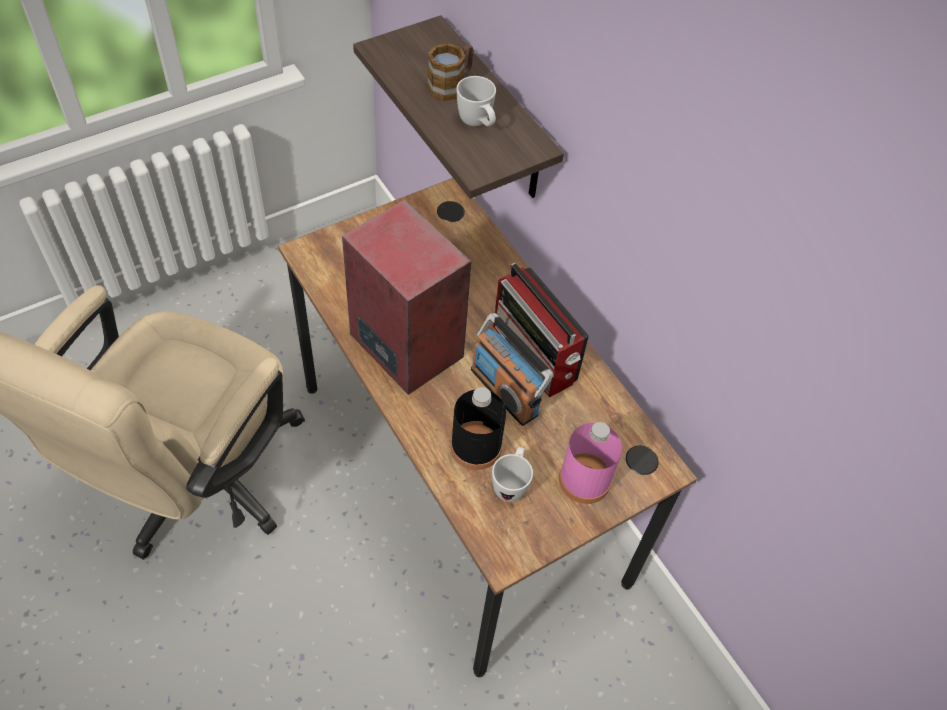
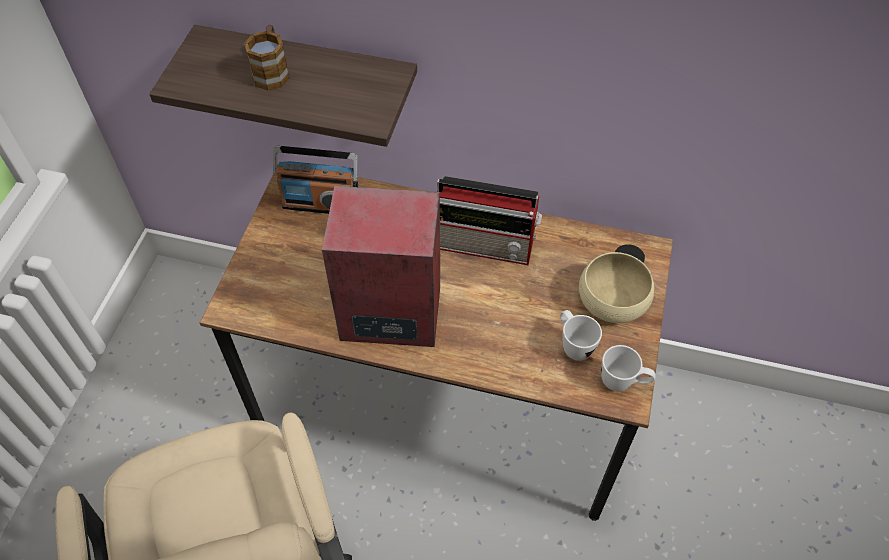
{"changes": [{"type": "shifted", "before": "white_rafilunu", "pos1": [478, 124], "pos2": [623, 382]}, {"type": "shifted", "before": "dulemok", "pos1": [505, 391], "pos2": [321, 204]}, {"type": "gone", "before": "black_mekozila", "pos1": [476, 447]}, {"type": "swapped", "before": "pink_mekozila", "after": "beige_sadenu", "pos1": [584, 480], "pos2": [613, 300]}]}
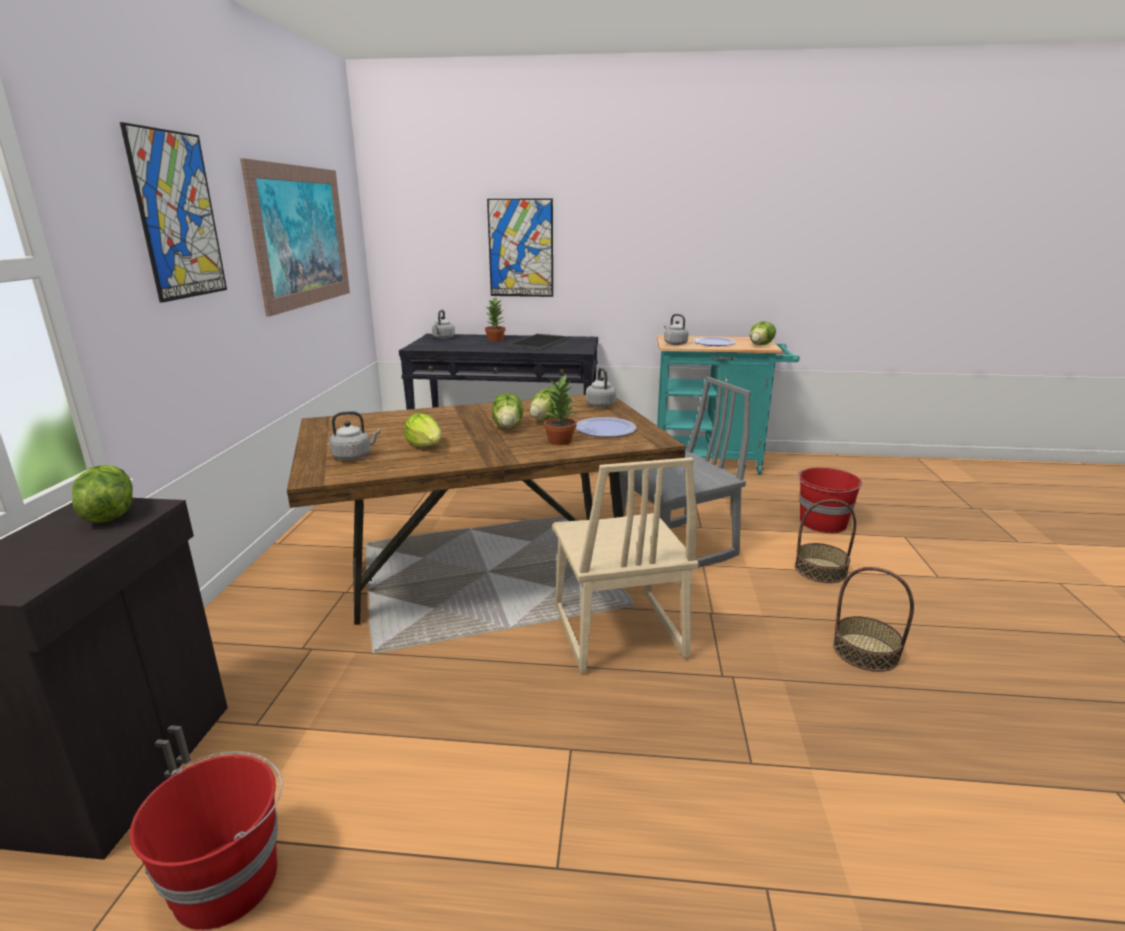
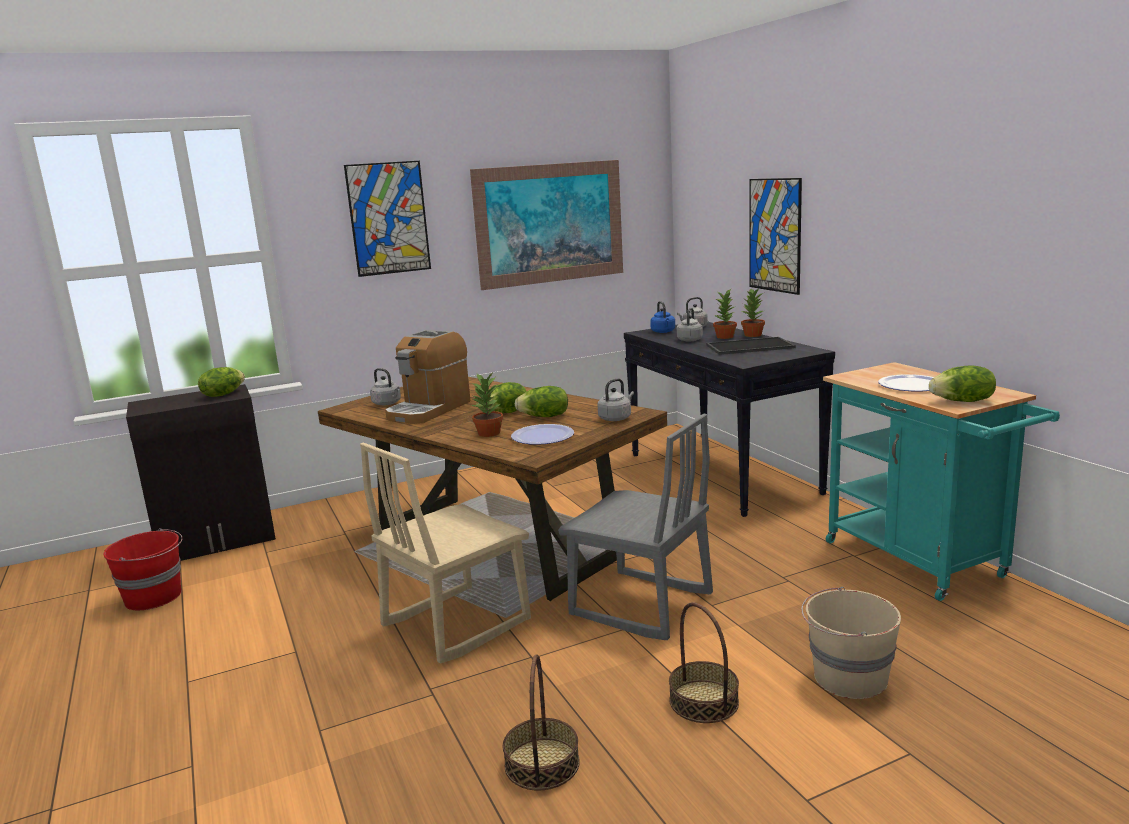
{"changes": [{"type": "shifted", "before": "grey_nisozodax", "pos1": [674, 343], "pos2": [690, 339]}, {"type": "swapped", "before": "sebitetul", "after": "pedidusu", "pos1": [426, 446], "pos2": [429, 409]}, {"type": "repainted", "before": "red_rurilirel", "after": "beige_rurilirel", "pos1": [823, 523], "pos2": [848, 678]}, {"type": "new", "after": "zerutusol", "pos2": [752, 335]}, {"type": "new", "after": "blue_nisozodax", "pos2": [663, 332]}]}
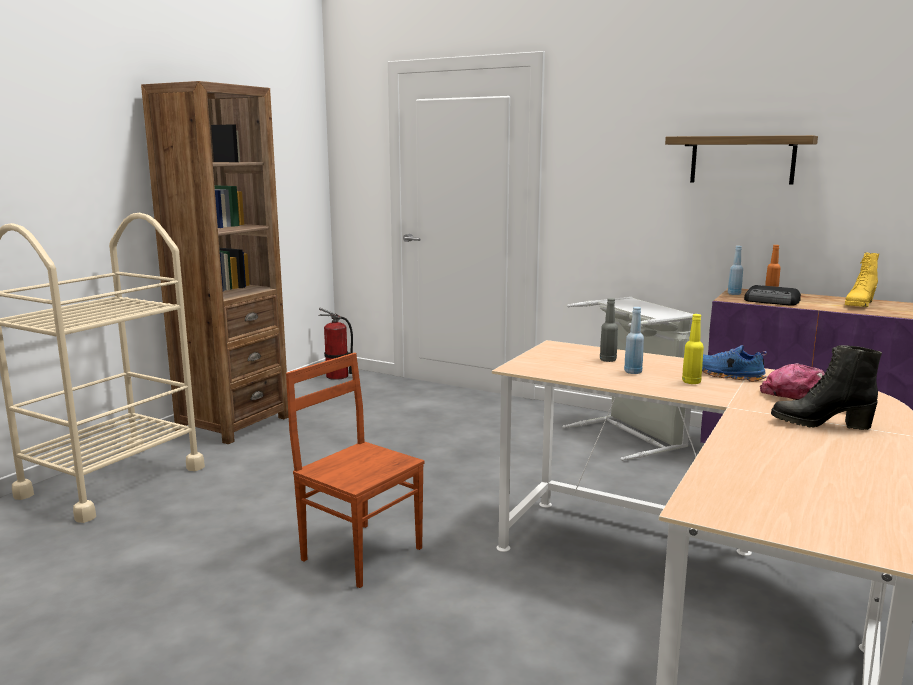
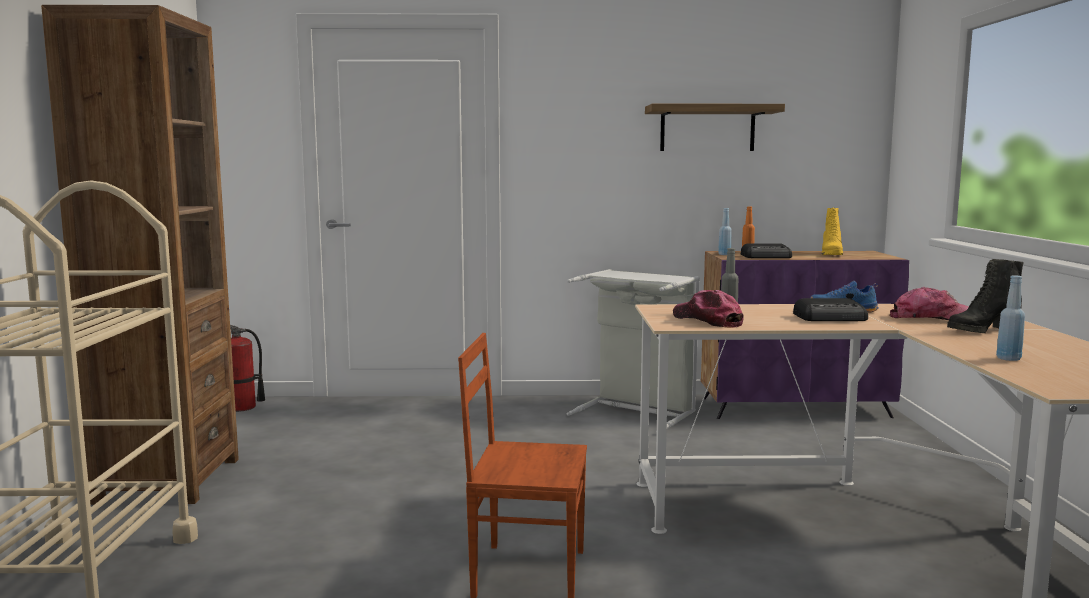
{"changes": [{"type": "shifted", "before": "blue_mekozila", "pos1": [633, 372], "pos2": [1008, 359]}, {"type": "swapped", "before": "yellow_mekozila", "after": "dulemok", "pos1": [691, 382], "pos2": [831, 318]}, {"type": "new", "after": "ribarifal", "pos2": [707, 320]}]}
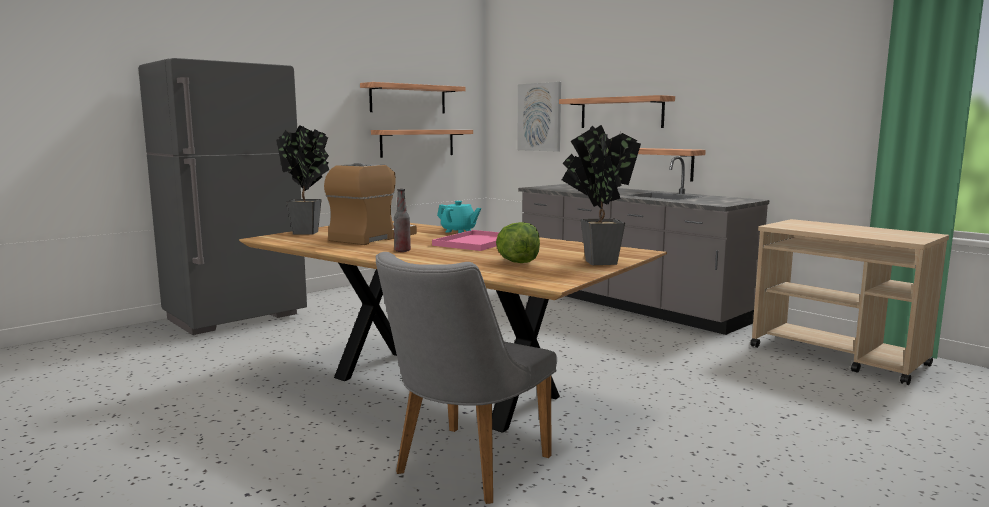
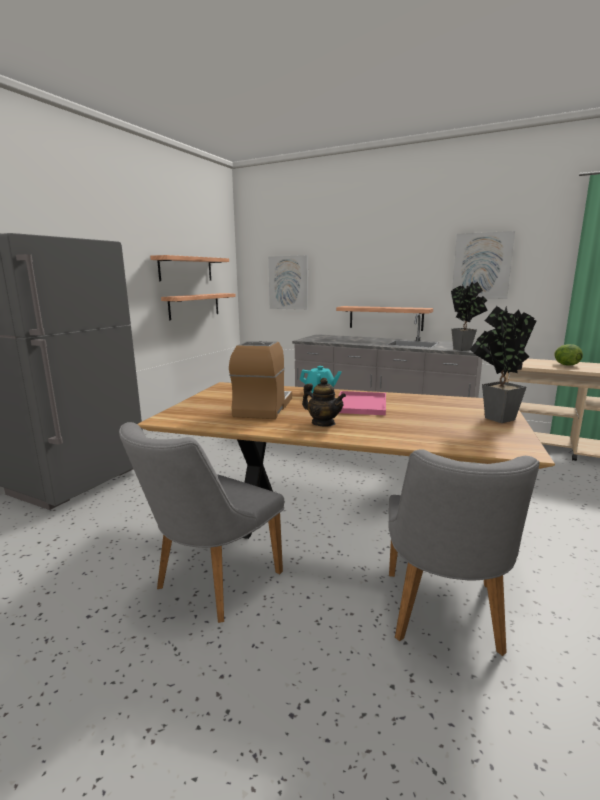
{"changes": [{"type": "gone", "before": "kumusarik", "pos1": [621, 113]}, {"type": "shifted", "before": "zerutusol", "pos1": [309, 233], "pos2": [465, 349]}, {"type": "swapped", "before": "mekozila", "after": "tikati", "pos1": [402, 251], "pos2": [323, 423]}, {"type": "shifted", "before": "sebitetul", "pos1": [518, 262], "pos2": [565, 365]}, {"type": "new", "after": "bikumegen", "pos2": [482, 266]}, {"type": "new", "after": "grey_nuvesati", "pos2": [210, 585]}]}
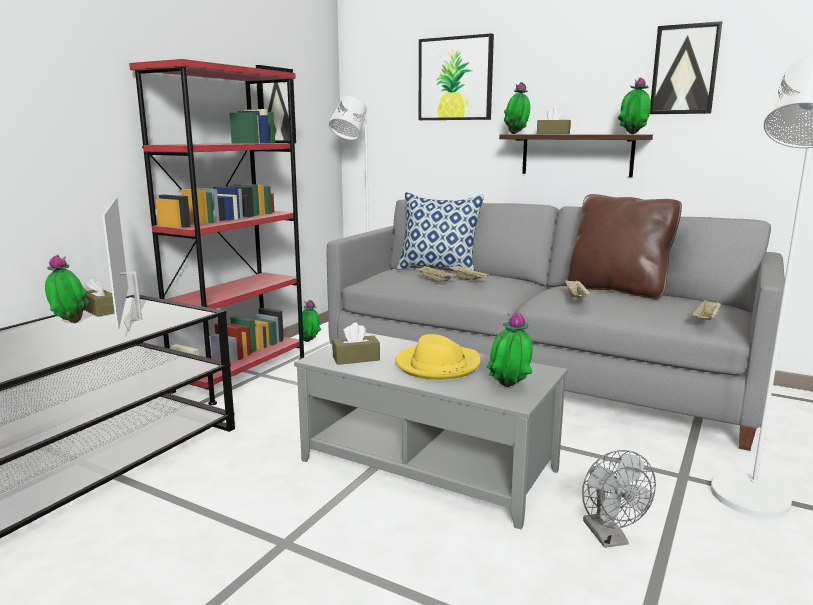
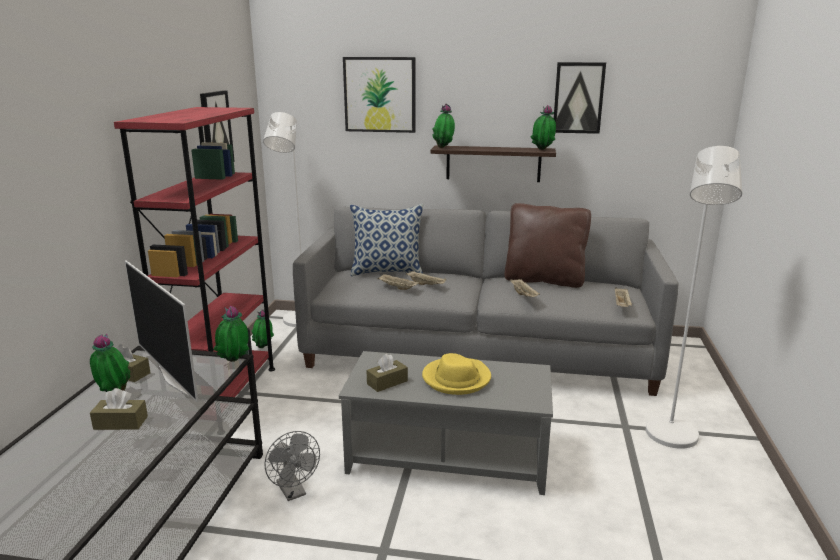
{"changes": [{"type": "shifted", "before": "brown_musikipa", "pos1": [553, 134], "pos2": [121, 423]}, {"type": "shifted", "before": "zerutusol", "pos1": [509, 388], "pos2": [234, 362]}, {"type": "shifted", "before": "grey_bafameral", "pos1": [609, 538], "pos2": [294, 492]}]}
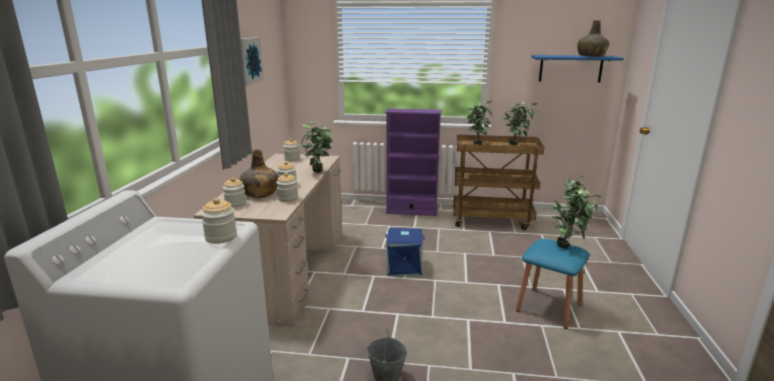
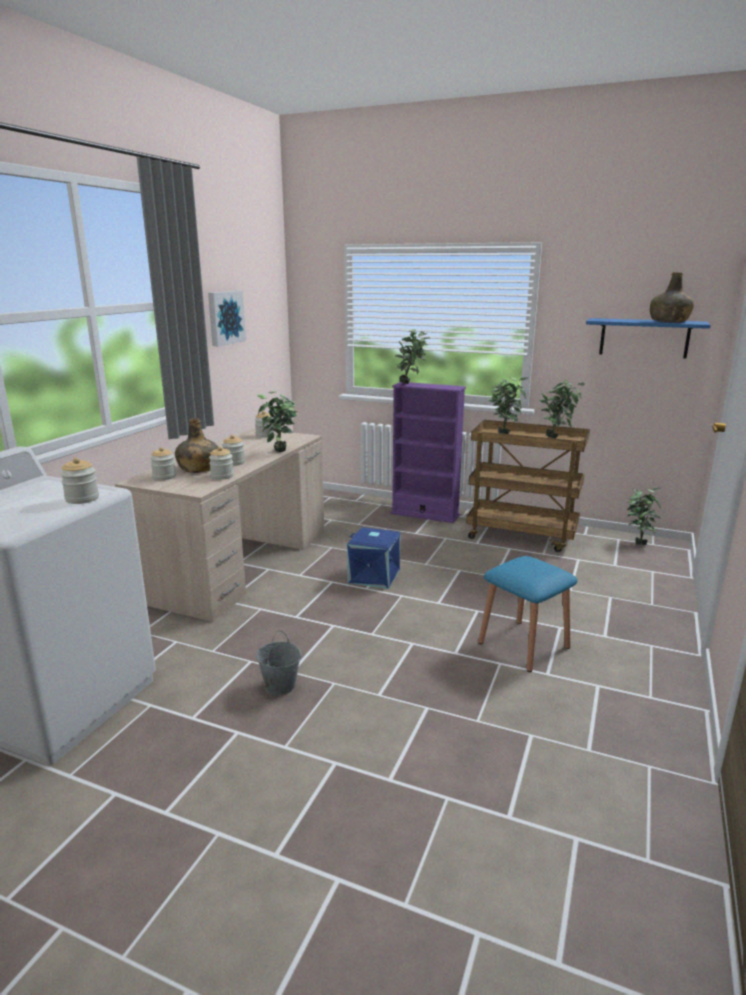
{"changes": [{"type": "shifted", "before": "zerutusol", "pos1": [569, 246], "pos2": [411, 383]}]}
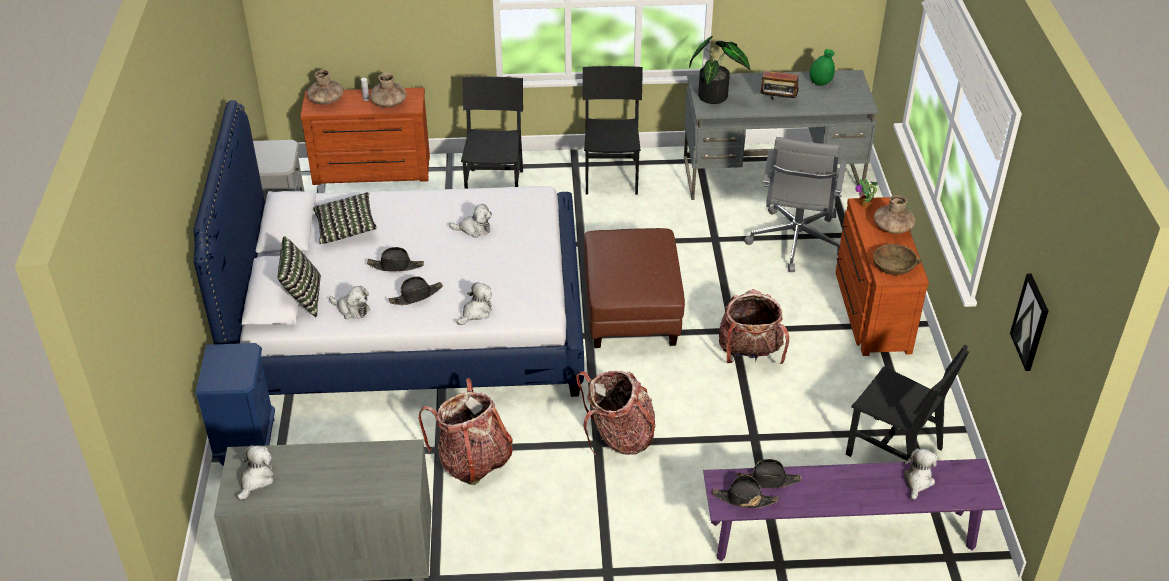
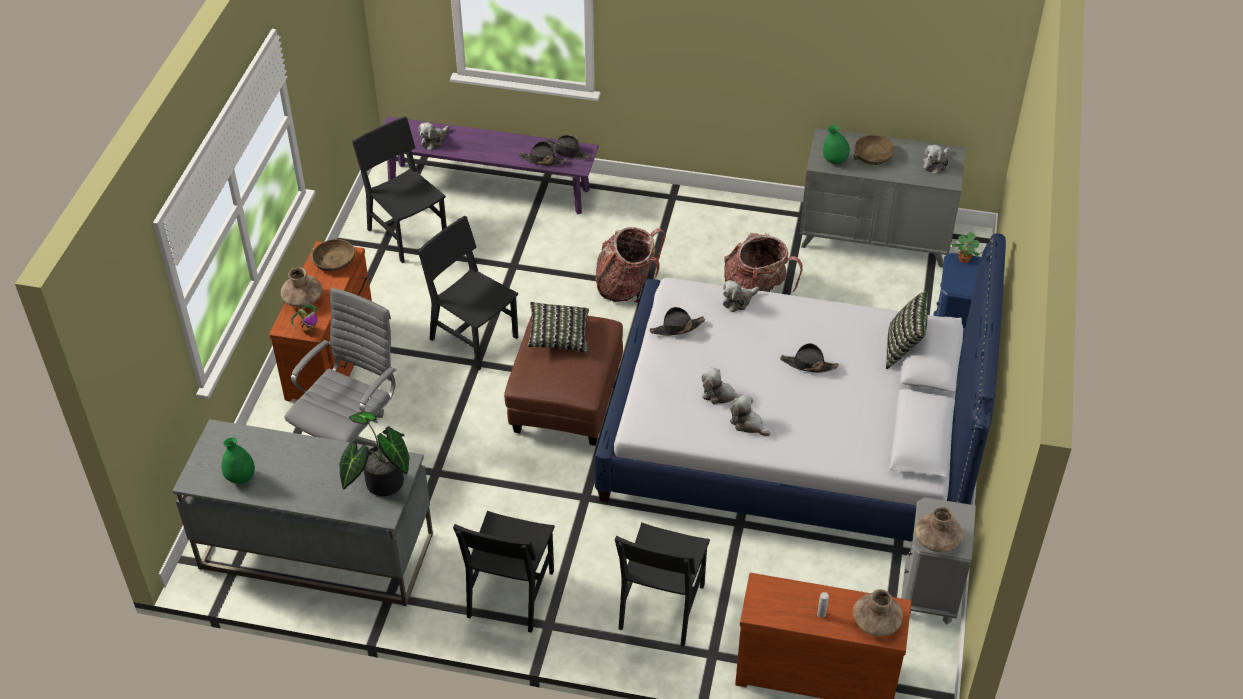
{"changes": [{"type": "gone", "before": "dulemok", "pos1": [778, 101]}, {"type": "shifted", "before": "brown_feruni", "pos1": [389, 103], "pos2": [936, 540]}, {"type": "shifted", "before": "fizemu", "pos1": [346, 228], "pos2": [559, 336]}, {"type": "gone", "before": "bikumegen", "pos1": [1031, 322]}, {"type": "shifted", "before": "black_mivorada", "pos1": [416, 296], "pos2": [677, 328]}, {"type": "shifted", "before": "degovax", "pos1": [351, 309], "pos2": [748, 424]}, {"type": "swapped", "before": "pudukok", "after": "black_nuvesati", "pos1": [749, 352], "pos2": [474, 338]}, {"type": "new", "after": "green_feruni", "pos2": [834, 161]}, {"type": "new", "after": "brown_sadenu", "pos2": [872, 156]}, {"type": "new", "after": "zerutusol", "pos2": [963, 259]}]}
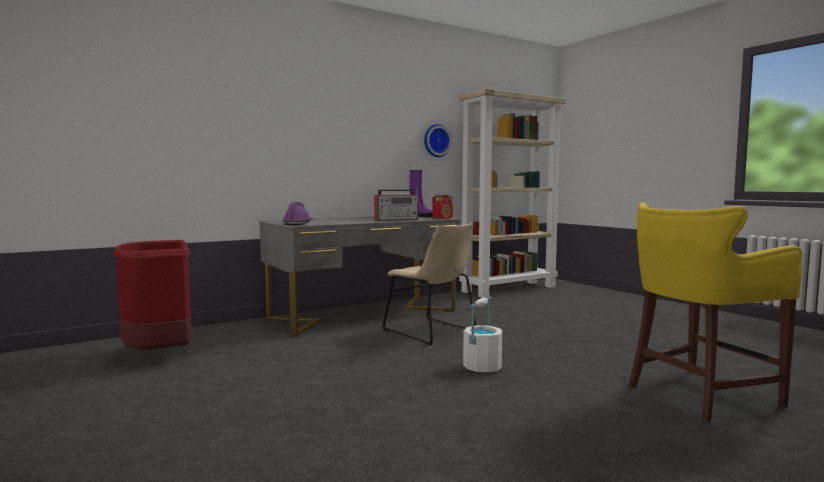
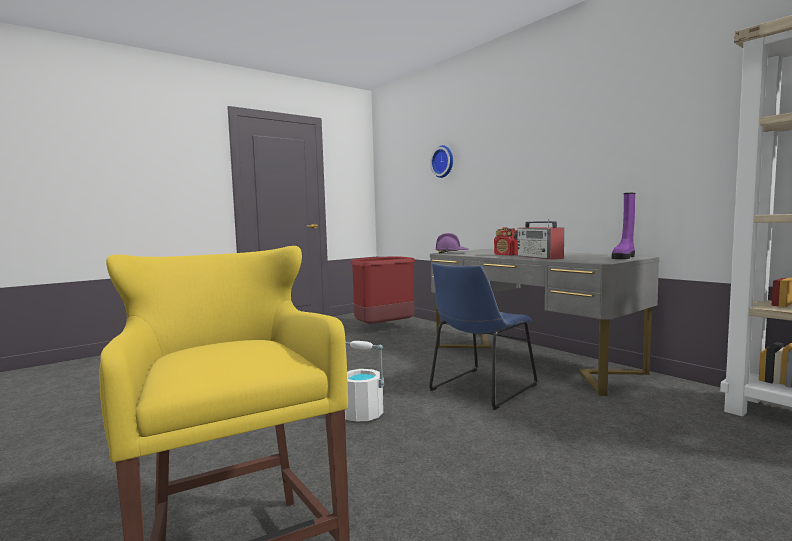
{"changes": [{"type": "shifted", "before": "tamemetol", "pos1": [436, 141], "pos2": [443, 161]}, {"type": "shifted", "before": "dulemok", "pos1": [442, 218], "pos2": [506, 255]}, {"type": "repainted", "before": "beige_nuvesati", "after": "blue_nuvesati", "pos1": [432, 332], "pos2": [480, 389]}]}
